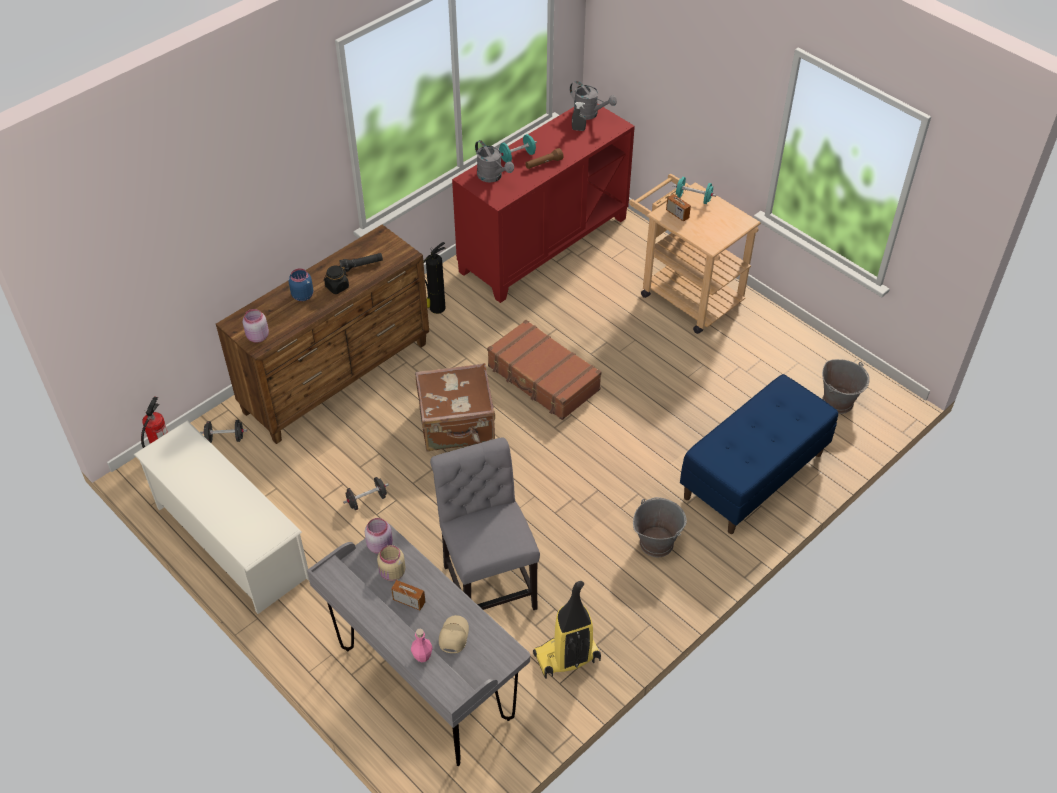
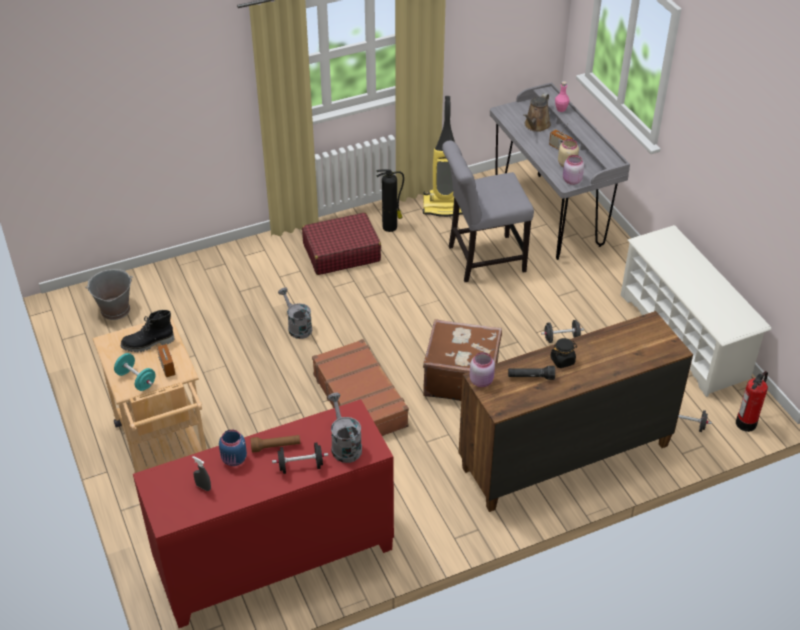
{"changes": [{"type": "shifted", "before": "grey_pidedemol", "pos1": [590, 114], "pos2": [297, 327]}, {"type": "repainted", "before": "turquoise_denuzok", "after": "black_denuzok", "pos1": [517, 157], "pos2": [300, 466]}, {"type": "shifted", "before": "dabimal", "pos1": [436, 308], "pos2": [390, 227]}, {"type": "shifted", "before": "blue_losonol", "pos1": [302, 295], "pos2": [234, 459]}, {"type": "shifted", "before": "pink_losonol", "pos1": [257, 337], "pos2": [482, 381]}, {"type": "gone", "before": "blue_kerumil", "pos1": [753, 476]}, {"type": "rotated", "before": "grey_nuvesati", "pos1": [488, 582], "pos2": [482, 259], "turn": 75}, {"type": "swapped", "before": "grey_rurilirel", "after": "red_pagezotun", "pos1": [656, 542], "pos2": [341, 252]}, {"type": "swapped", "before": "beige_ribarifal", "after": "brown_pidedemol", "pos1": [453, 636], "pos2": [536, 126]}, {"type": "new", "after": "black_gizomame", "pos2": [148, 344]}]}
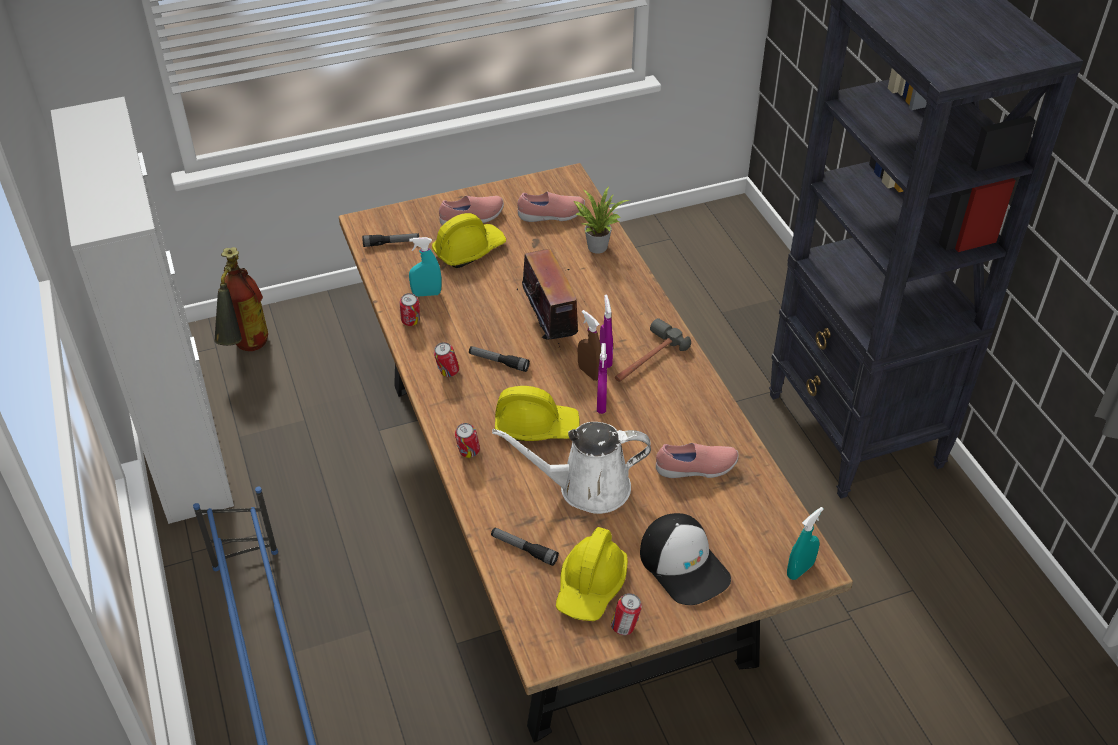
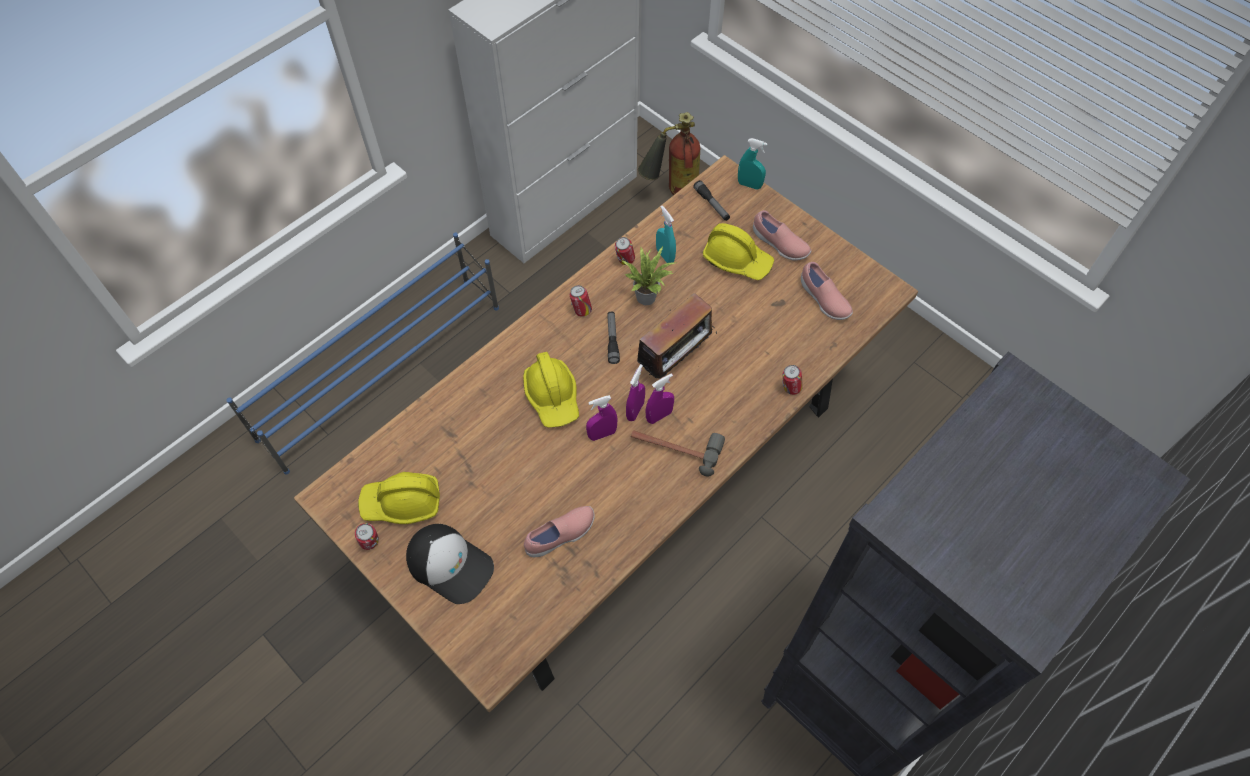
{"changes": [{"type": "shifted", "before": "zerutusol", "pos1": [596, 245], "pos2": [648, 296]}, {"type": "repainted", "before": "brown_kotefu", "after": "purple_kotefu", "pos1": [589, 373], "pos2": [635, 410]}, {"type": "gone", "before": "white_pidedemol", "pos1": [586, 487]}, {"type": "shifted", "before": "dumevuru", "pos1": [468, 453], "pos2": [790, 388]}, {"type": "rotated", "before": "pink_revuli", "pos1": [696, 469], "pos2": [561, 536], "turn": -90}, {"type": "shifted", "before": "turquoise_kotefu", "pos1": [800, 570], "pos2": [749, 185]}, {"type": "rotated", "before": "ribarifal", "pos1": [684, 565], "pos2": [450, 564], "turn": -90}, {"type": "gone", "before": "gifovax", "pos1": [524, 549]}]}
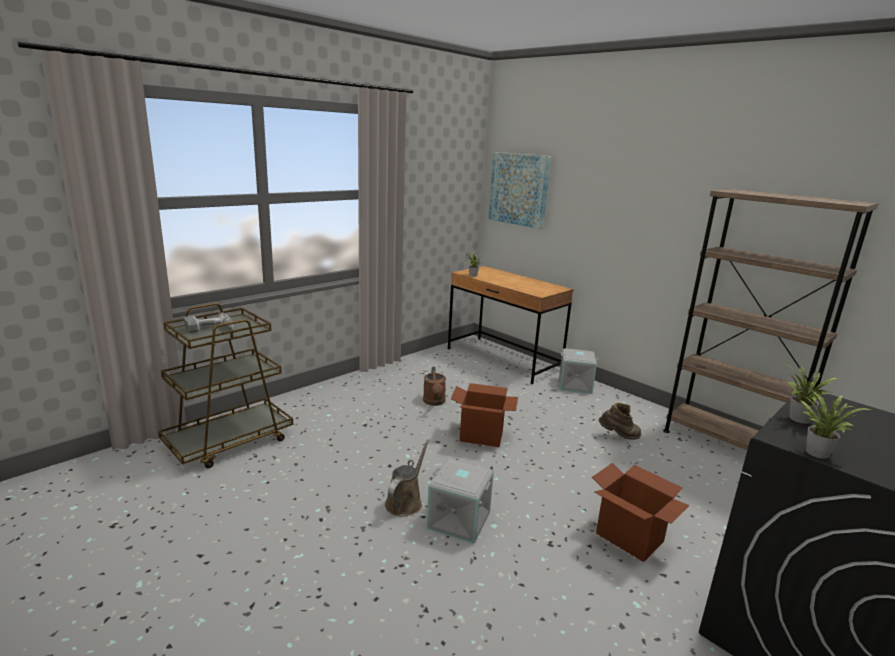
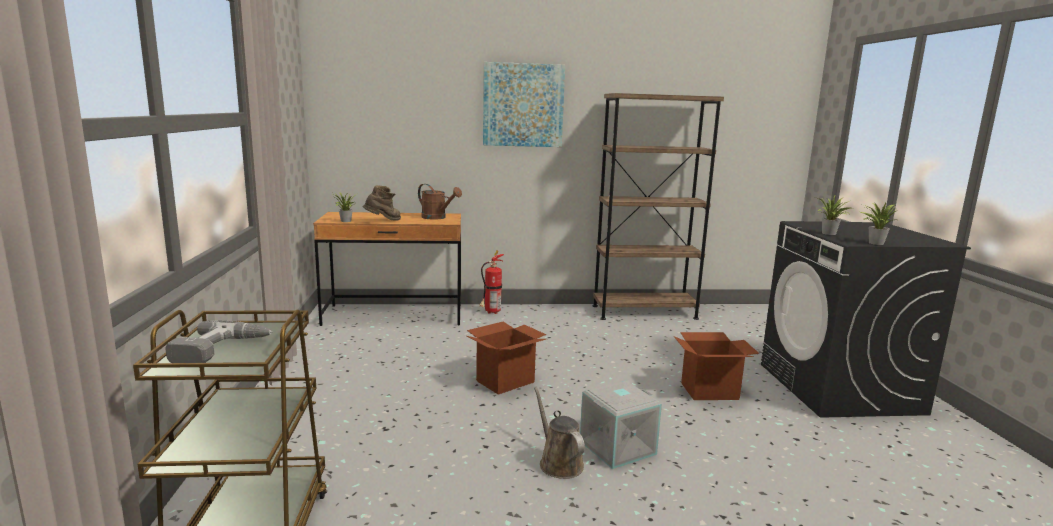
{"changes": [{"type": "shifted", "before": "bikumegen", "pos1": [519, 189], "pos2": [523, 105]}, {"type": "swapped", "before": "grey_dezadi", "after": "dabimal", "pos1": [575, 385], "pos2": [491, 312]}, {"type": "shifted", "before": "brown_pidedemol", "pos1": [434, 402], "pos2": [437, 218]}, {"type": "shifted", "before": "brown_gizomame", "pos1": [619, 436], "pos2": [383, 221]}]}
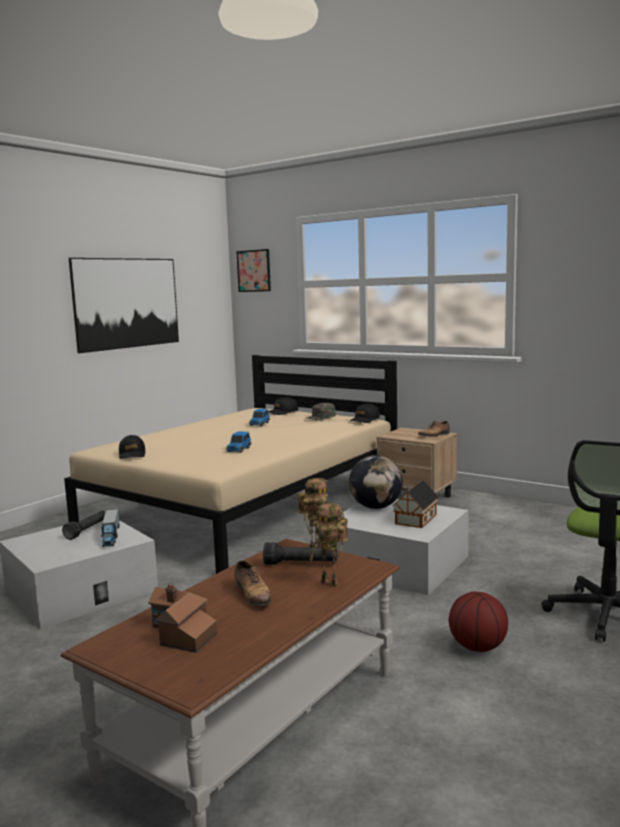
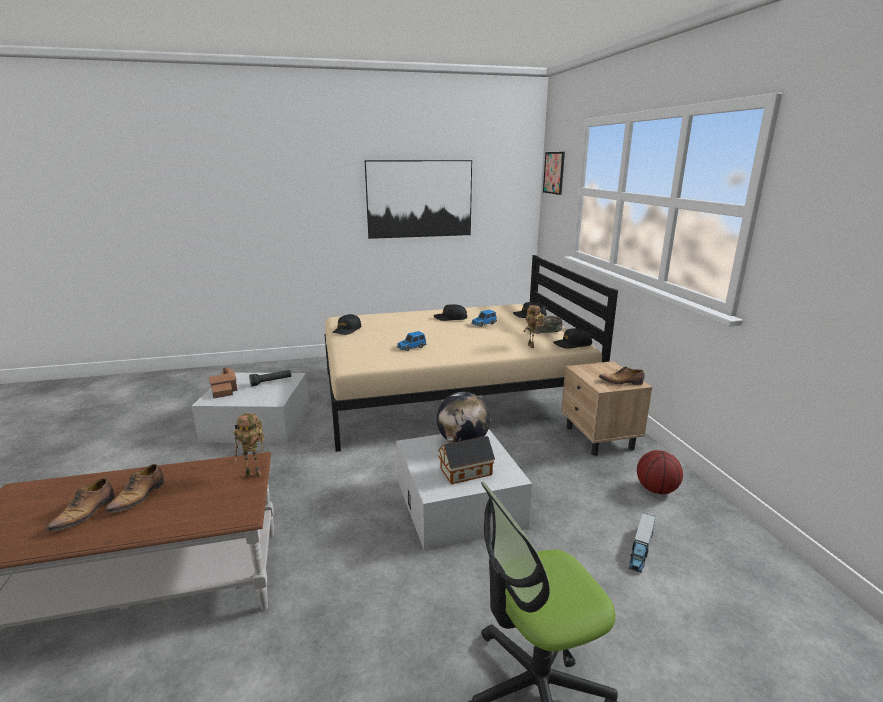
{"changes": [{"type": "shifted", "before": "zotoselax", "pos1": [332, 583], "pos2": [532, 346]}, {"type": "shifted", "before": "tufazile", "pos1": [111, 536], "pos2": [641, 549]}, {"type": "gone", "before": "black_gifovax", "pos1": [301, 564]}, {"type": "shifted", "before": "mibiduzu", "pos1": [180, 633], "pos2": [225, 390]}, {"type": "shifted", "before": "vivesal", "pos1": [477, 648], "pos2": [656, 490]}, {"type": "new", "after": "black_ribarifal", "pos2": [450, 318]}, {"type": "new", "after": "revuli", "pos2": [85, 513]}]}
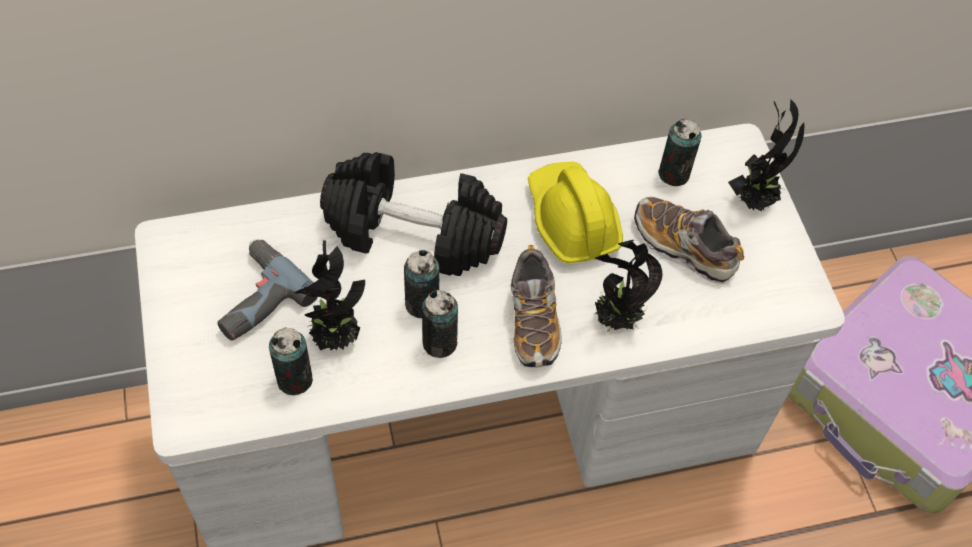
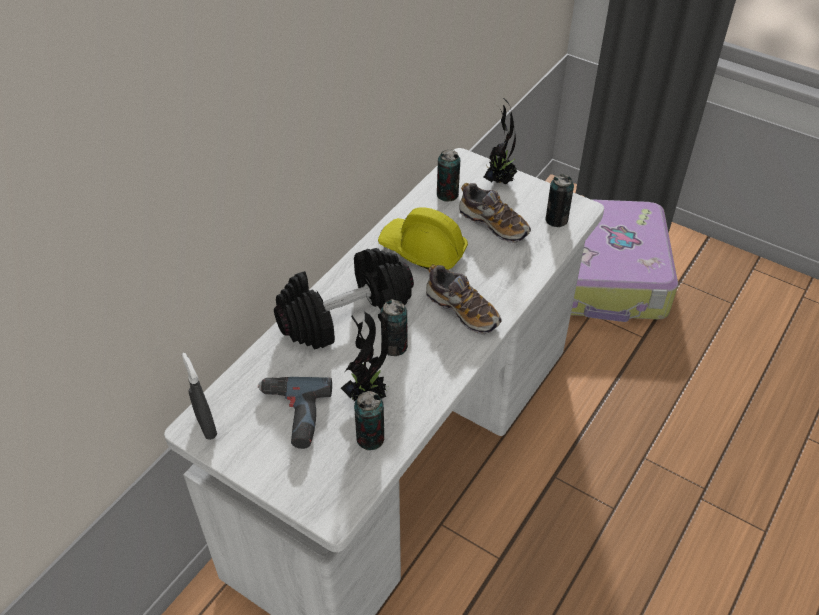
{"changes": [{"type": "rotated", "before": "revuli", "pos1": [683, 247], "pos2": [493, 224], "turn": -135}, {"type": "gone", "before": "zerutusol", "pos1": [615, 320]}, {"type": "shifted", "before": "dumevuru", "pos1": [439, 343], "pos2": [556, 220]}, {"type": "new", "after": "grey_kotefu", "pos2": [206, 426]}]}
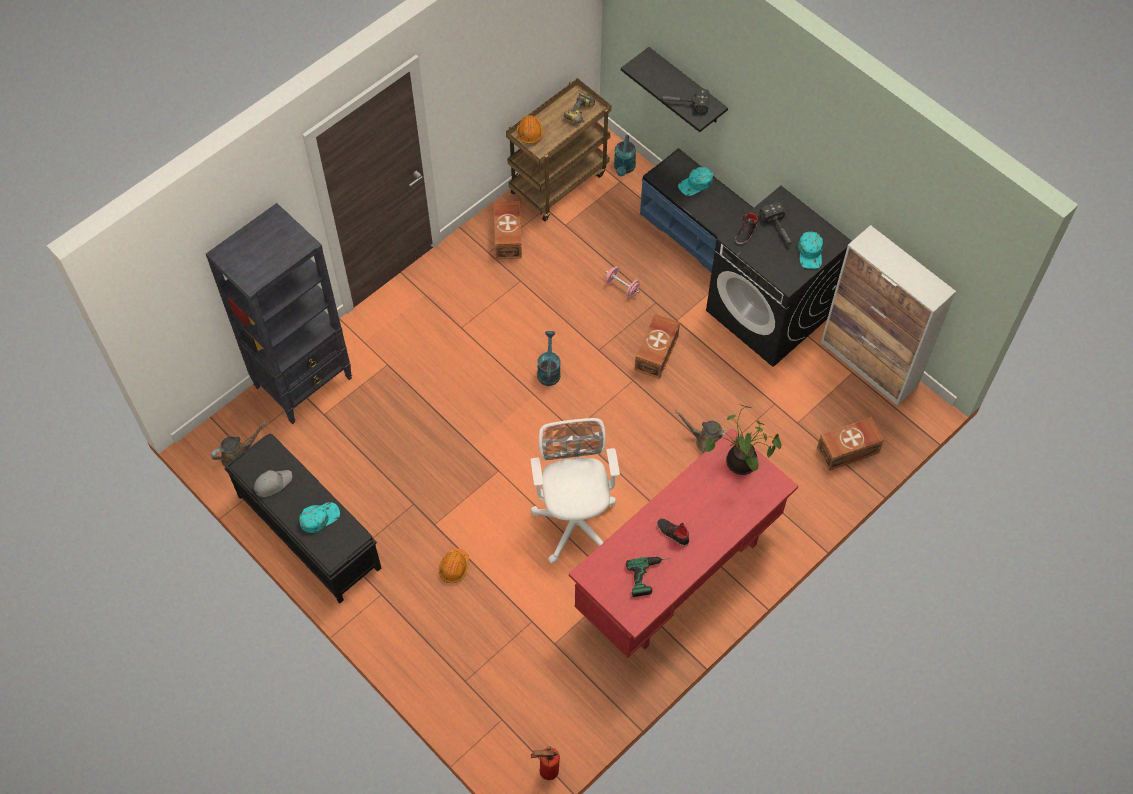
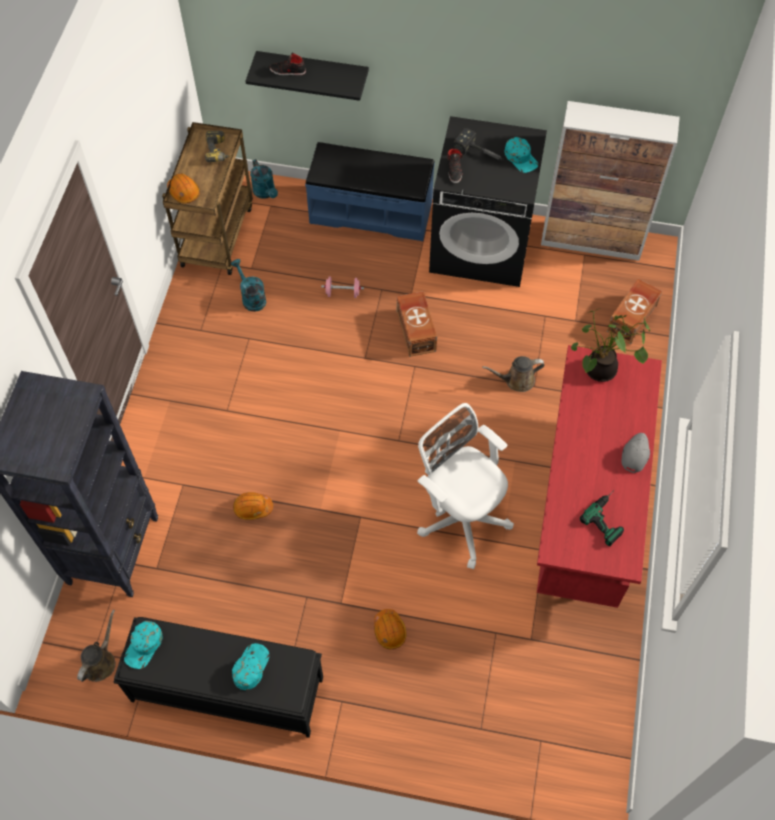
{"changes": [{"type": "gone", "before": "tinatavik", "pos1": [683, 104]}, {"type": "shifted", "before": "turquoise_ribarifal", "pos1": [695, 184], "pos2": [144, 646]}, {"type": "gone", "before": "brown_dezadi", "pos1": [508, 236]}, {"type": "shifted", "before": "turquoise_pidedemol", "pos1": [548, 370], "pos2": [251, 297]}, {"type": "shifted", "before": "grey_ribarifal", "pos1": [272, 483], "pos2": [635, 454]}, {"type": "shifted", "before": "black_revuli", "pos1": [672, 533], "pos2": [287, 71]}, {"type": "gone", "before": "dabimal", "pos1": [546, 771]}, {"type": "new", "after": "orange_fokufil", "pos2": [252, 508]}]}
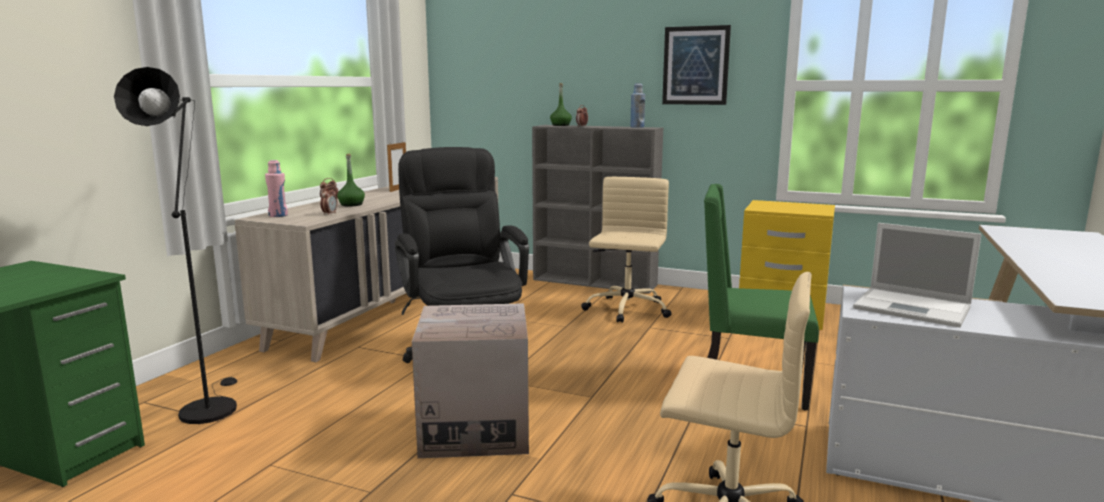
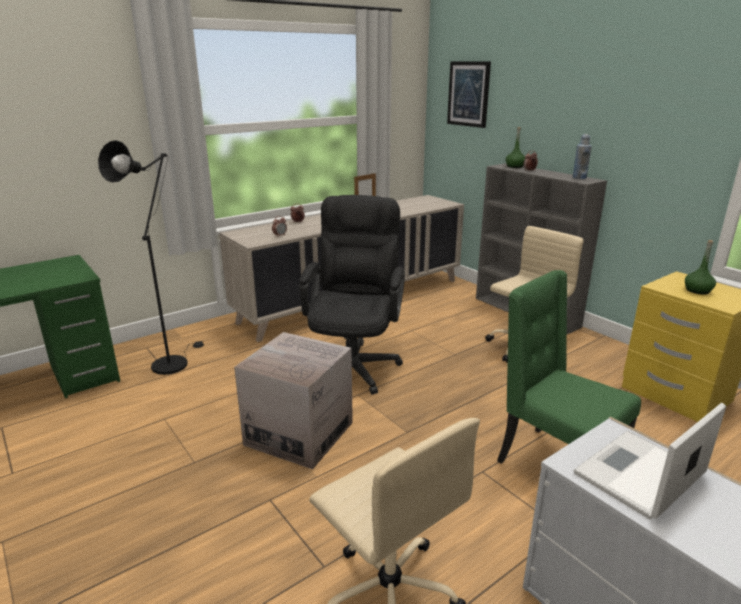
{"changes": [{"type": "shifted", "before": "bikumegen", "pos1": [695, 65], "pos2": [468, 94]}, {"type": "shifted", "before": "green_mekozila", "pos1": [351, 205], "pos2": [697, 290]}, {"type": "gone", "before": "pink_mekozila", "pos1": [278, 215]}, {"type": "rotated", "before": "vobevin", "pos1": [914, 308], "pos2": [638, 475], "turn": 75}]}
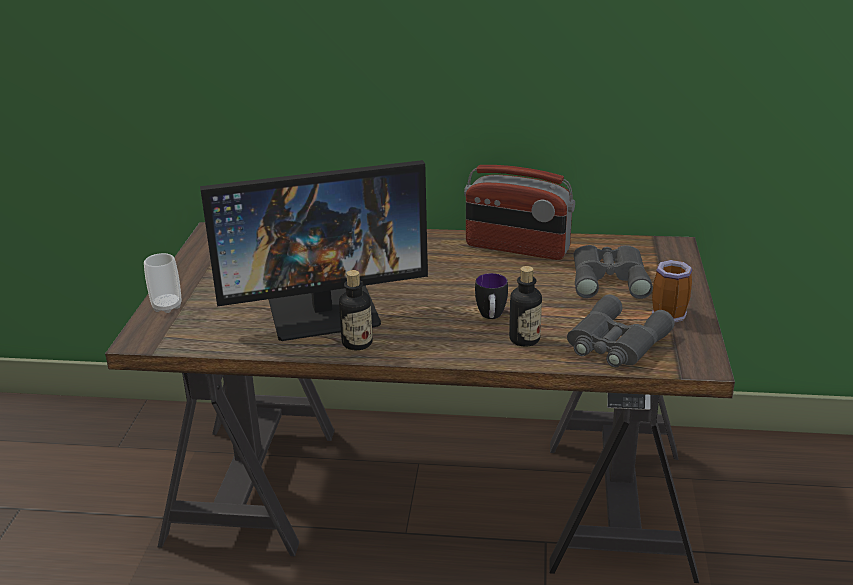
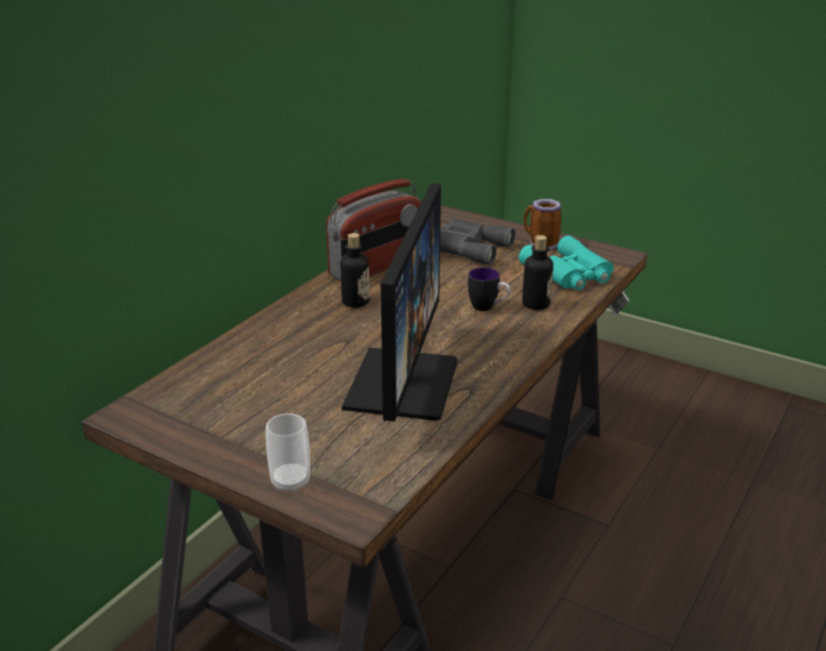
{"changes": [{"type": "shifted", "before": "mekozila", "pos1": [357, 343], "pos2": [355, 302]}, {"type": "repainted", "before": "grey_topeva", "after": "turquoise_topeva", "pos1": [615, 343], "pos2": [568, 274]}]}
